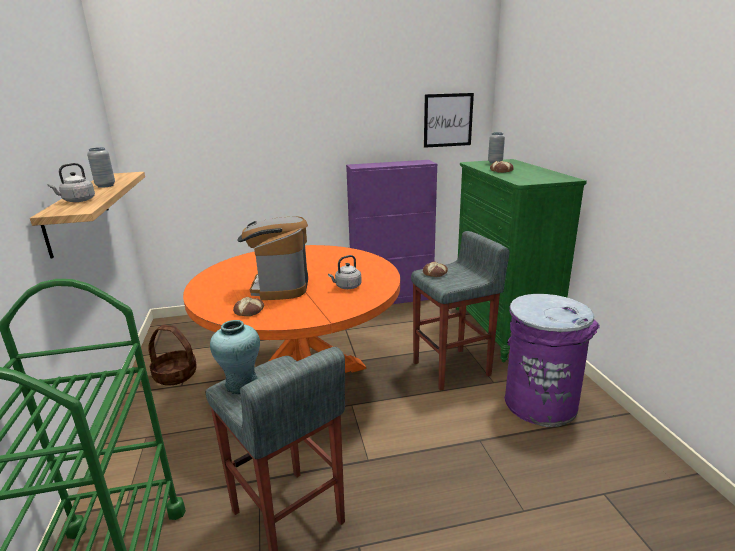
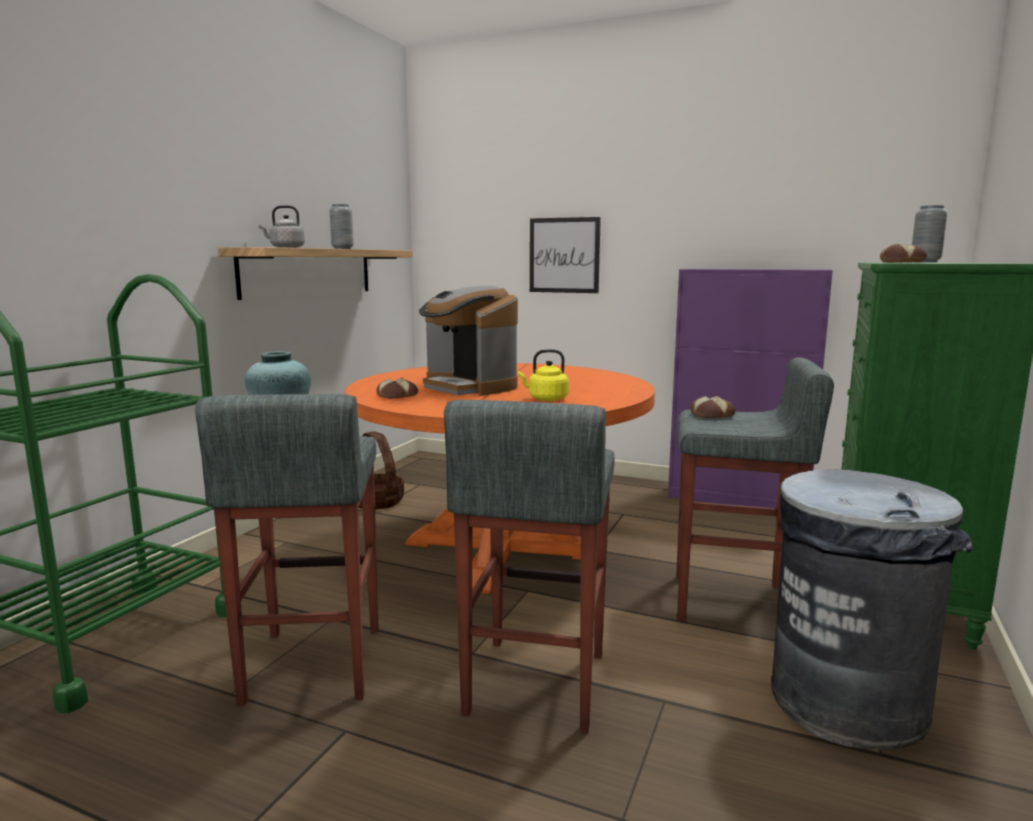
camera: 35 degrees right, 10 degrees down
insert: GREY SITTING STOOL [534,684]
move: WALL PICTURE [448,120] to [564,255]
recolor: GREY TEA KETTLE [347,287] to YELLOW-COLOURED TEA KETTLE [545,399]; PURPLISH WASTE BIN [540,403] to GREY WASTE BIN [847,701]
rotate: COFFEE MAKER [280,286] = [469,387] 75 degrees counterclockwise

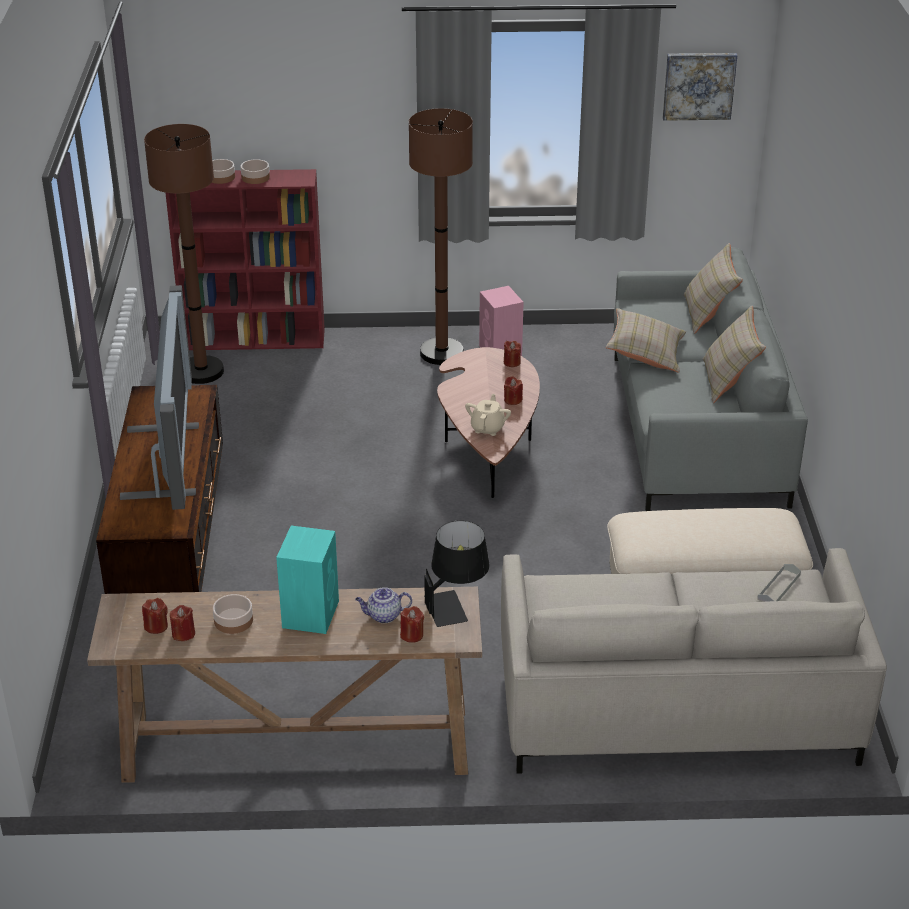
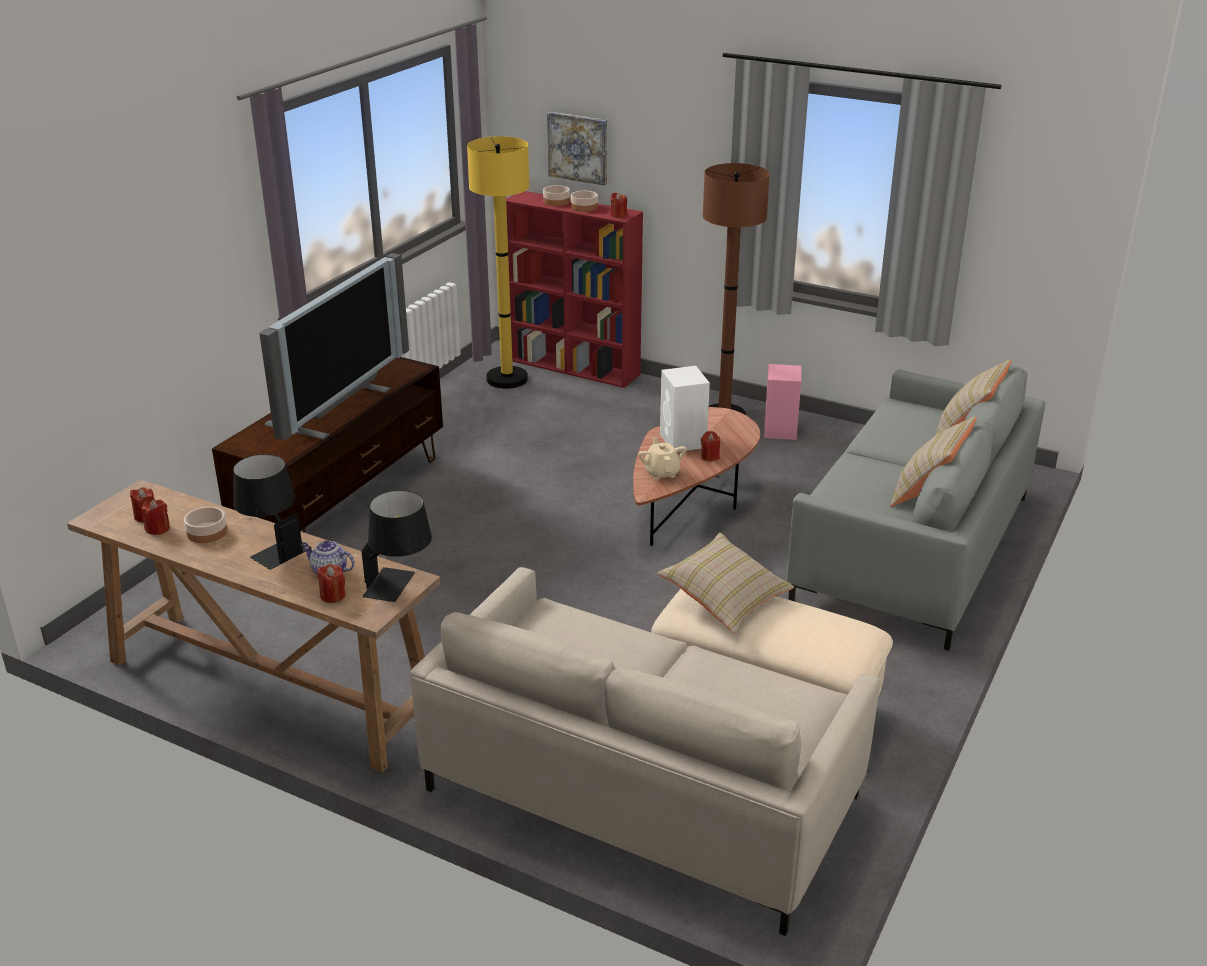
camera: 30 degrees right, 5 degrees down
delete: GREY CARRYING TRAY [778,587]
insert: WHITISH LOUDSPEAKER [683,441]
move: RED CANDLE [512,362] to [618,215]; BEIGE CUSHION [645,354] to [725,598]; WALL PICTURE [699,85] to [578,147]
replace: TURQUOISE LOUDSPEAKER [311,613] to BLACK LAMP FOR A TABLE [273,548]
recolor: BROWN-COLOURED STANDING LAMP [201,371] to YELLOW-COLOURED STANDING LAMP [507,379]
rotate: BEIGE TEAPOT [488,428] = [661,472] 60 degrees counterclockwise

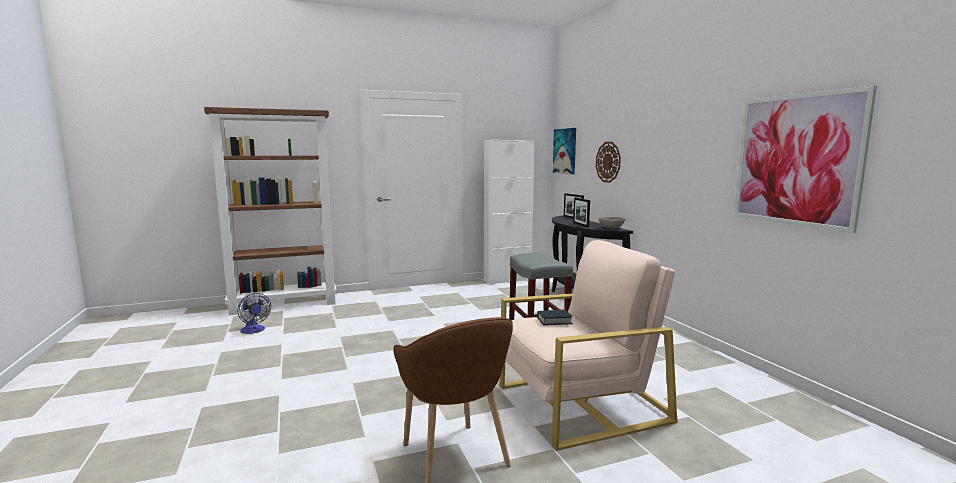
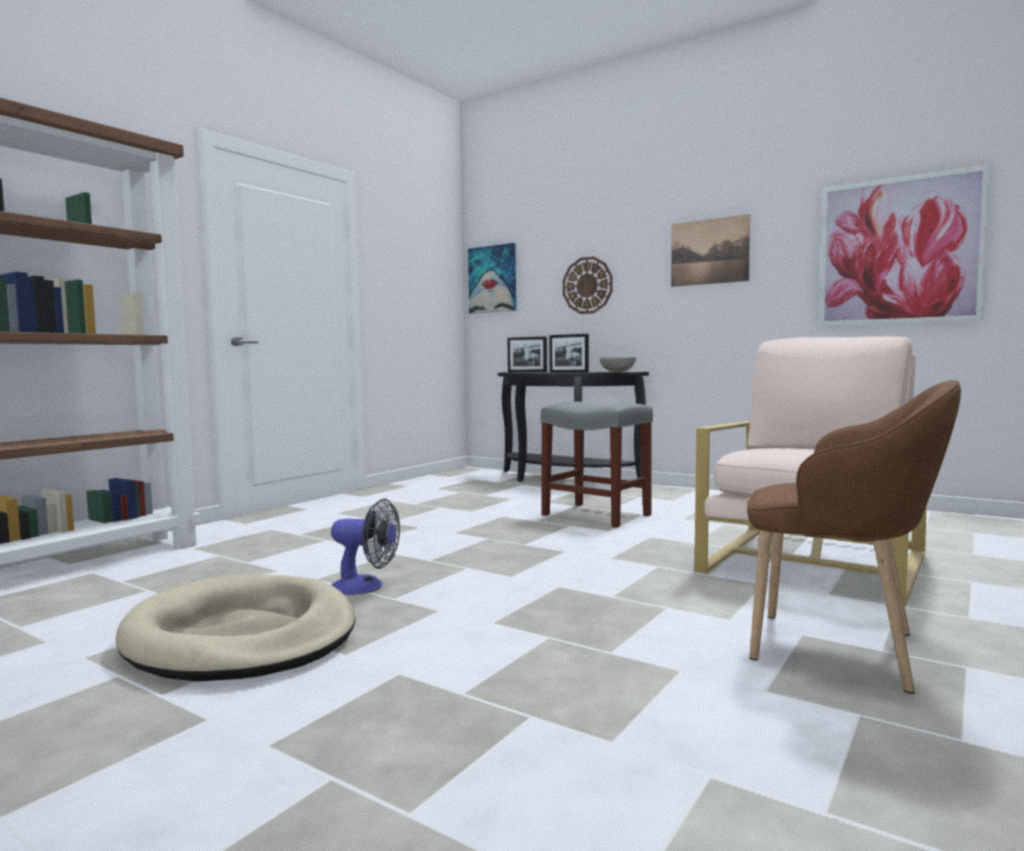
camera: 35 degrees left, 5 degrees down
delete: WHITISH CUPBOARD [507,280]; VOLUME [554,321]
insert: BEIGE DOG CUSHION [241,637]; WALL PICTURE [709,251]
move: FAN [254,331] to [366,587]

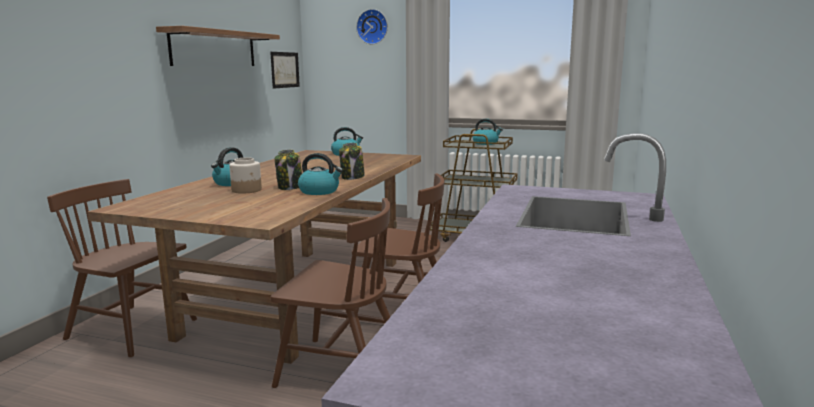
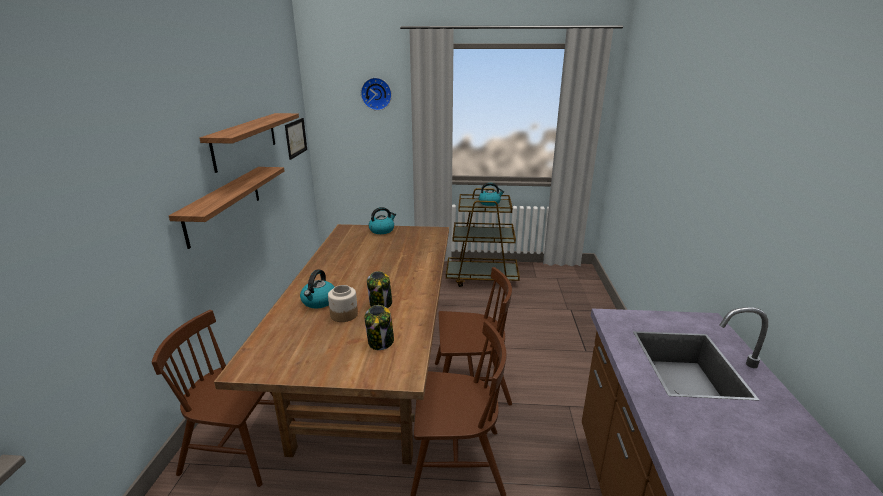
camera: 15 degrees left, 10 degrees up
delete: TEA KETTLE [320,191]
insert: BRACKET SHELF [224,204]
move: STORAGE JAR [352,177] to [381,342]

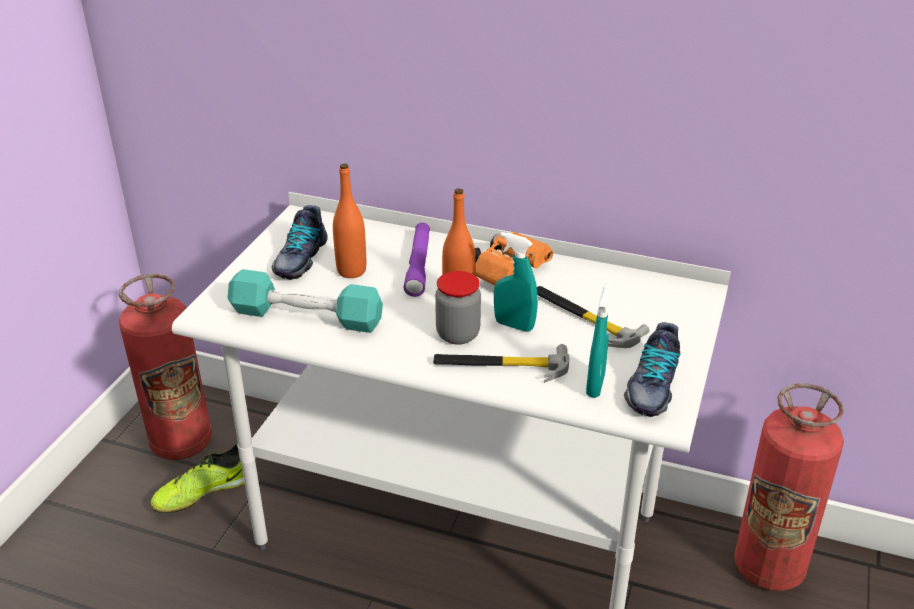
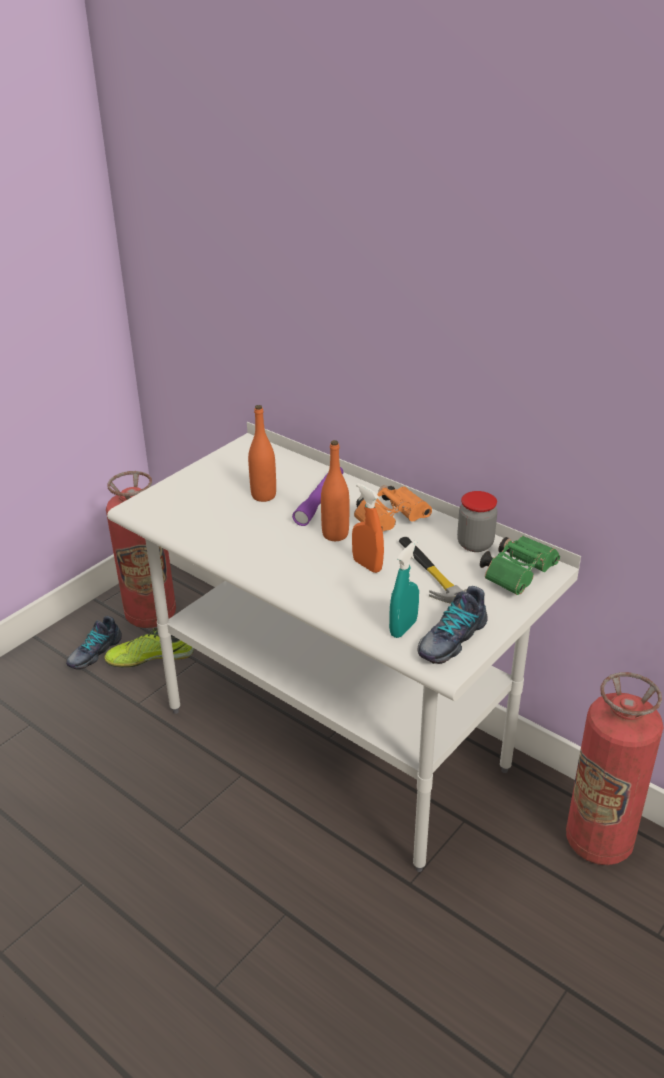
camera: 20 degrees right, 0 degrees up
delete: TURQUOISE HAND WEIGHT [306,317]; HAND HAMMER [501,366]
insert: GREEN-COLOURED FIELD GLASSES [518,574]
move: SHOE [299,258] to [94,652]; STORAGE JAR [458,334] to [475,544]
recolor: TURQUOISE HAND SPRAYER [514,325] to ORANGE-COLOURED HAND SPRAYER [367,565]

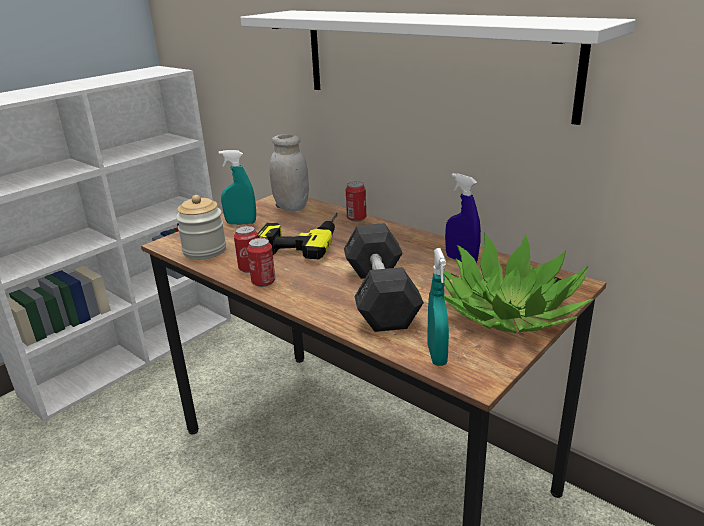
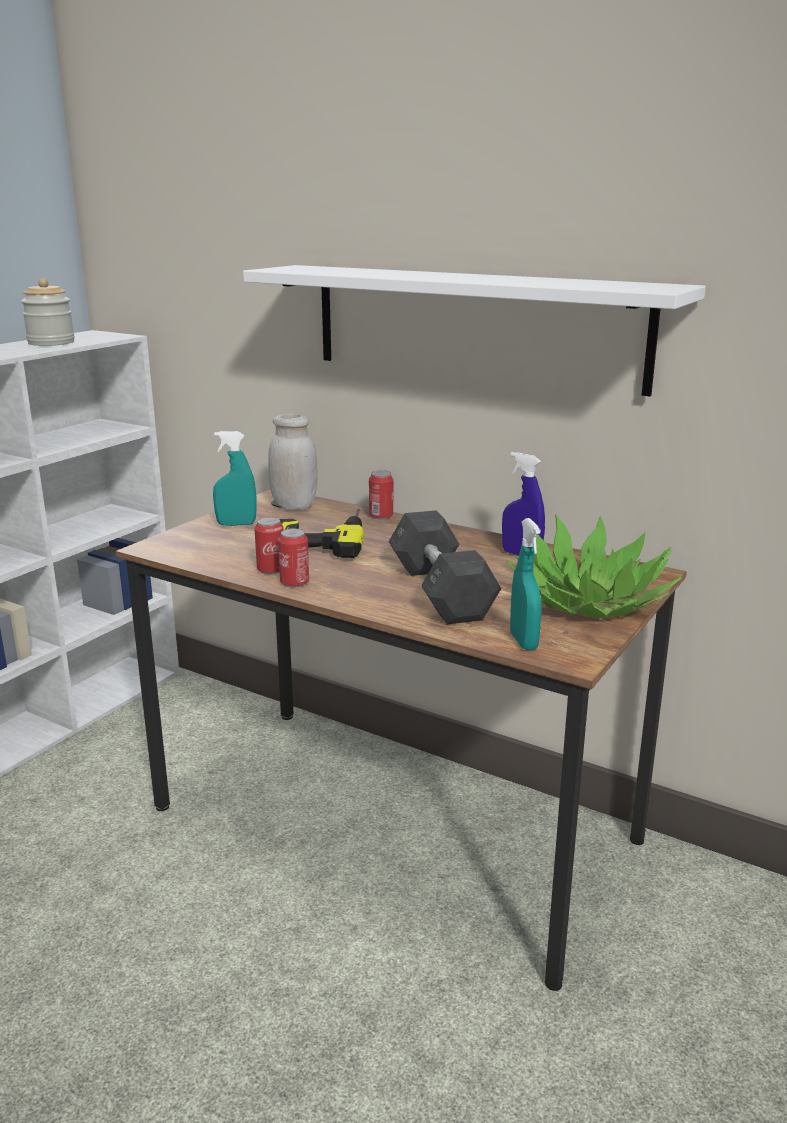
camera: 10 degrees left, 5 degrees down
move: STORAGE JAR [204,251] to [51,343]

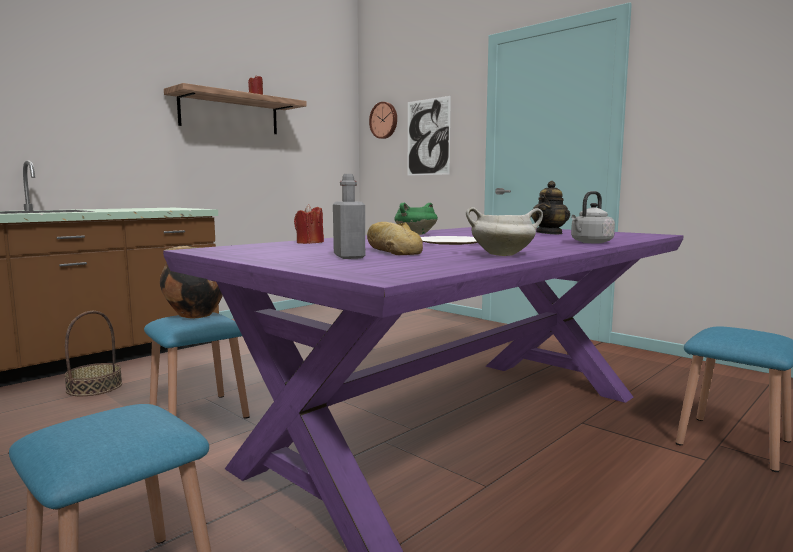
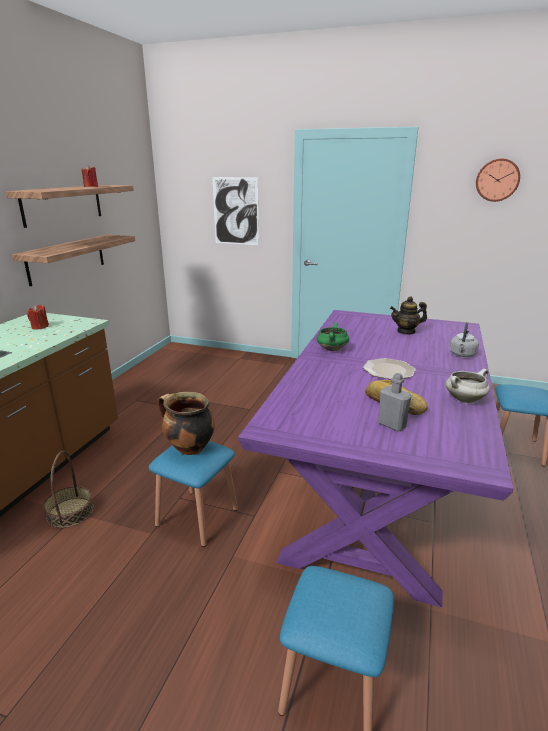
camera: 25 degrees left, 15 degrees up
insert: BRACKET SHELF [67,259]
move: RED CANDLE [309,243] to [40,327]; HANGING CLOCK [384,120] to [497,180]
rotate: TEAPOT [549,233] = [406,331] 75 degrees clockwise

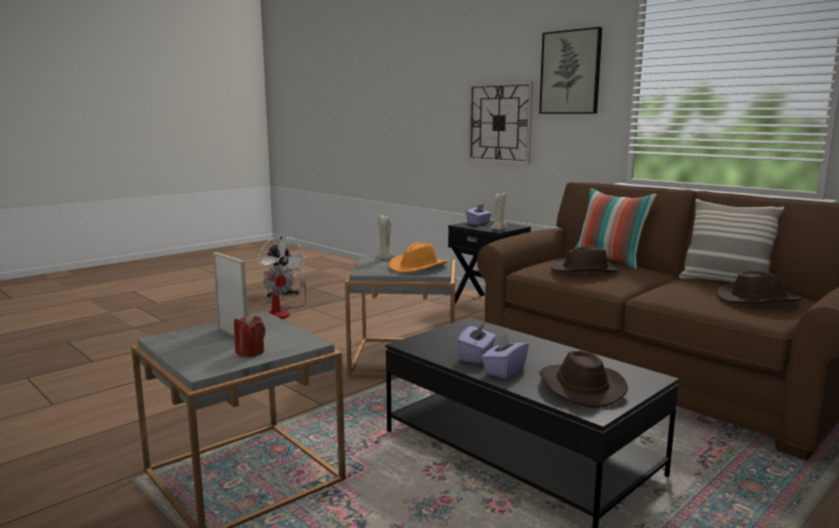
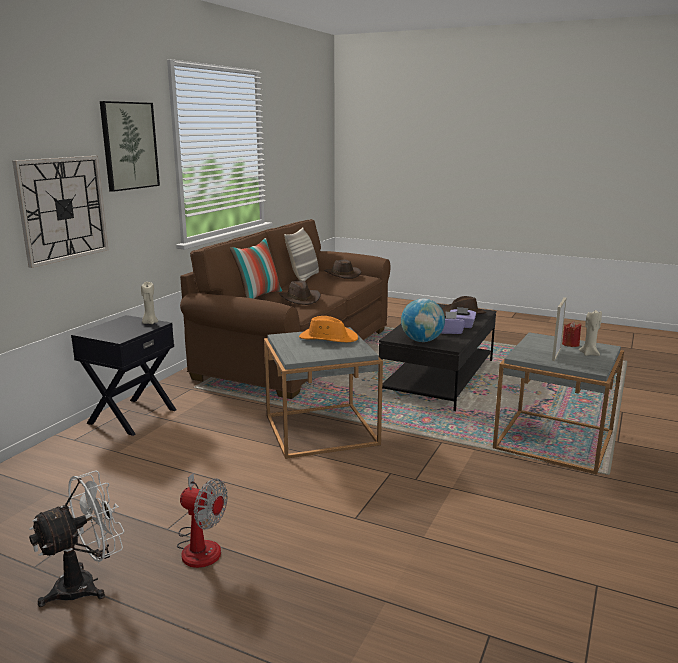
camera: 110 degrees left, 5 degrees up
delete: PURPLISH TISSUE BOX [478,223]
insert: DESK GLOBE [422,341]
move: BEIGE CANDLE [385,258] to [589,354]
rotate: FAN [282,313] = [200,545] 75 degrees clockwise

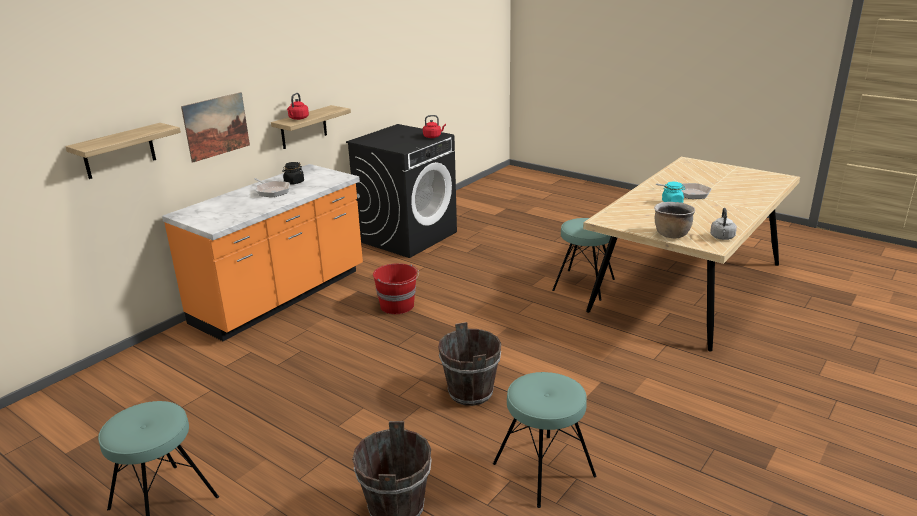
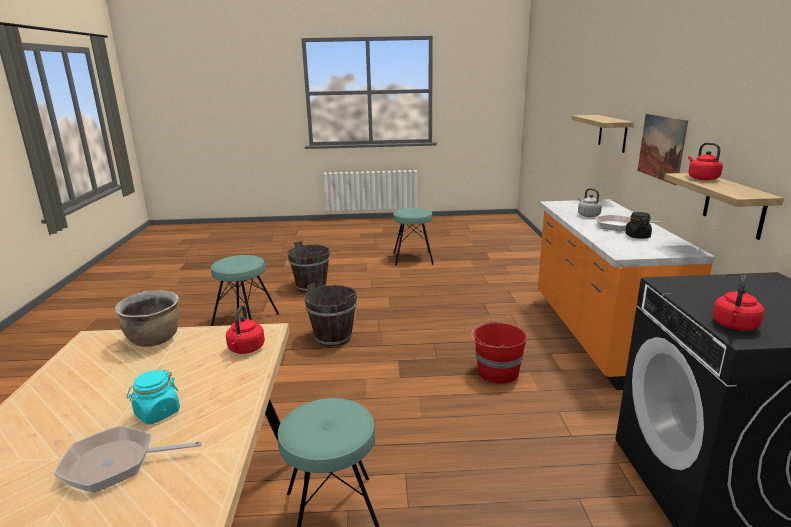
camera: 140 degrees right, 5 degrees down
insert: RED TEA KETTLE [246,349]
move: GREY TEA KETTLE [722,237] to [587,215]

